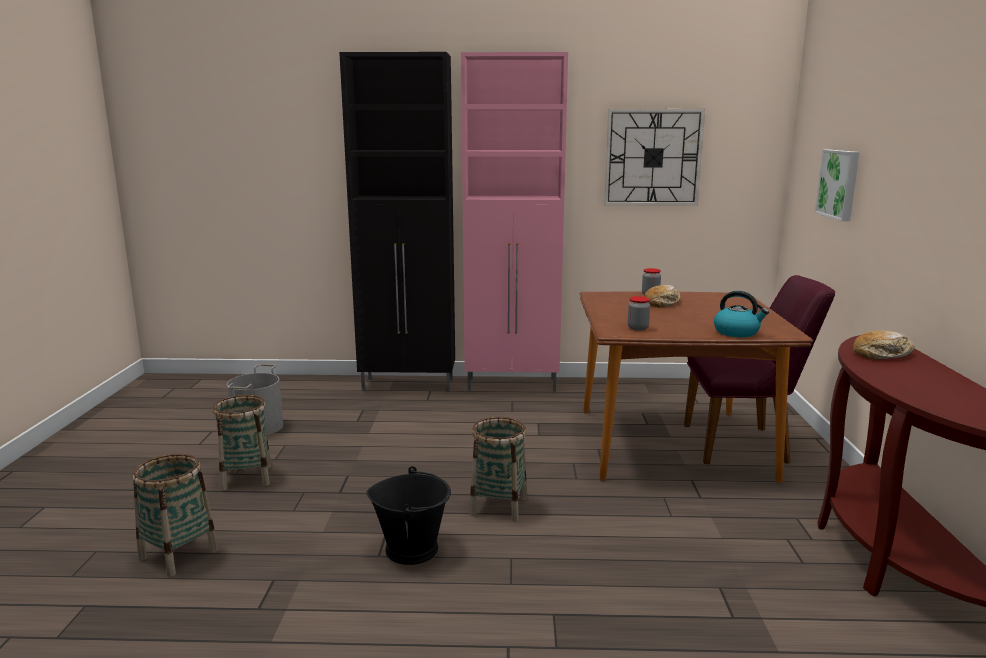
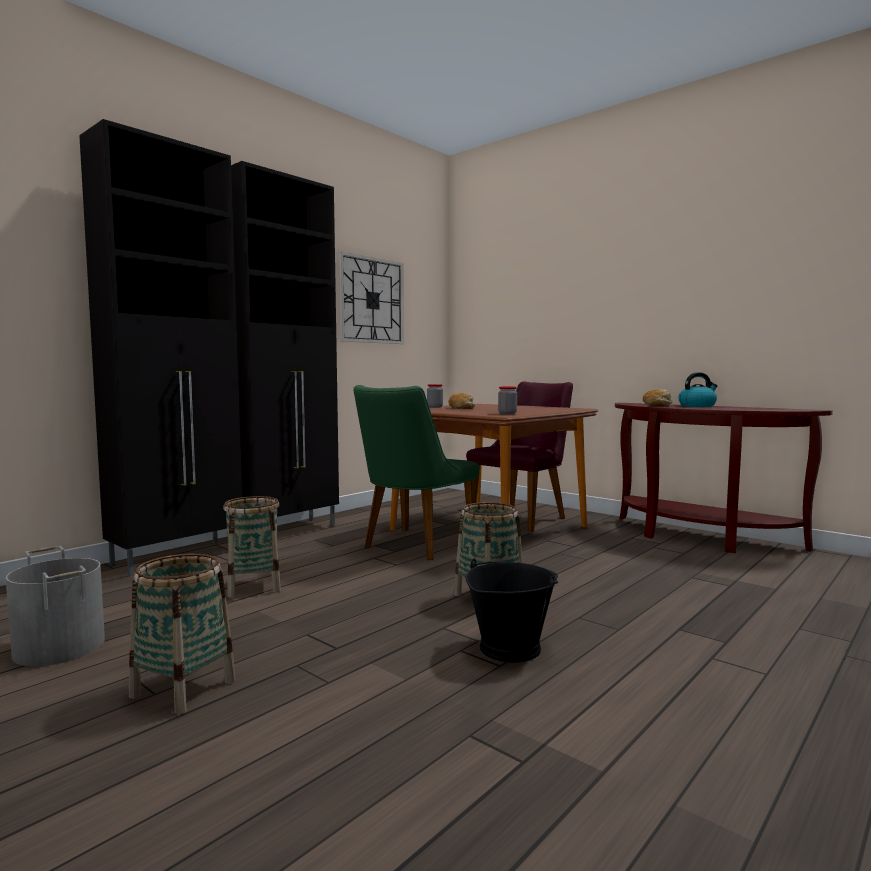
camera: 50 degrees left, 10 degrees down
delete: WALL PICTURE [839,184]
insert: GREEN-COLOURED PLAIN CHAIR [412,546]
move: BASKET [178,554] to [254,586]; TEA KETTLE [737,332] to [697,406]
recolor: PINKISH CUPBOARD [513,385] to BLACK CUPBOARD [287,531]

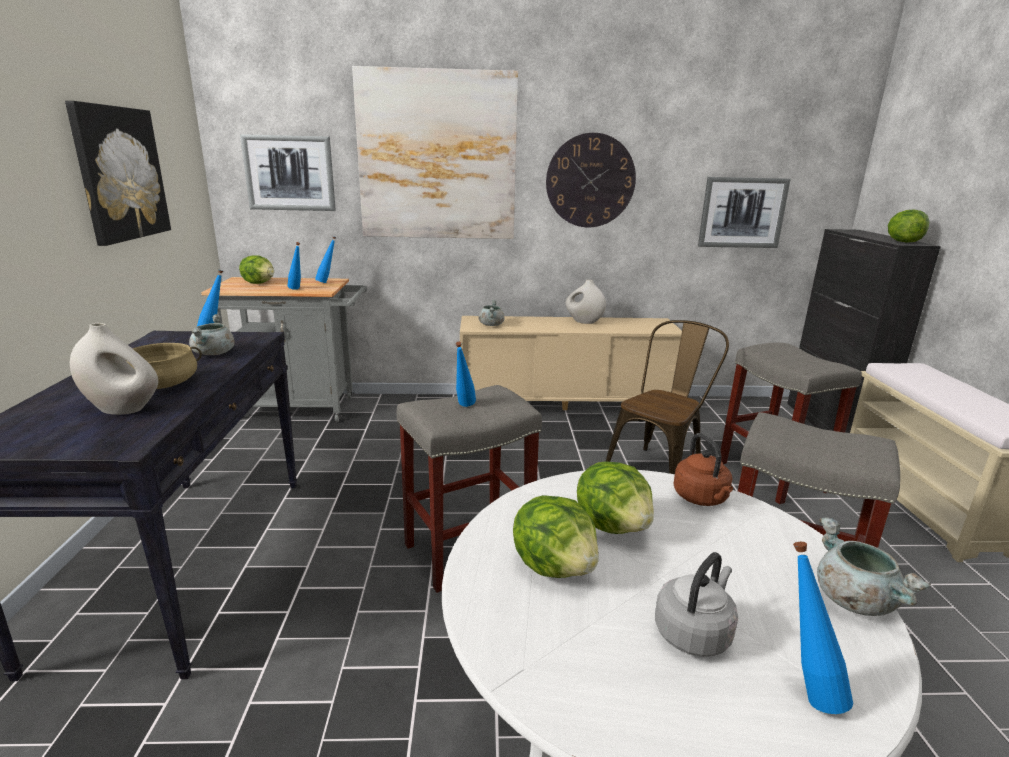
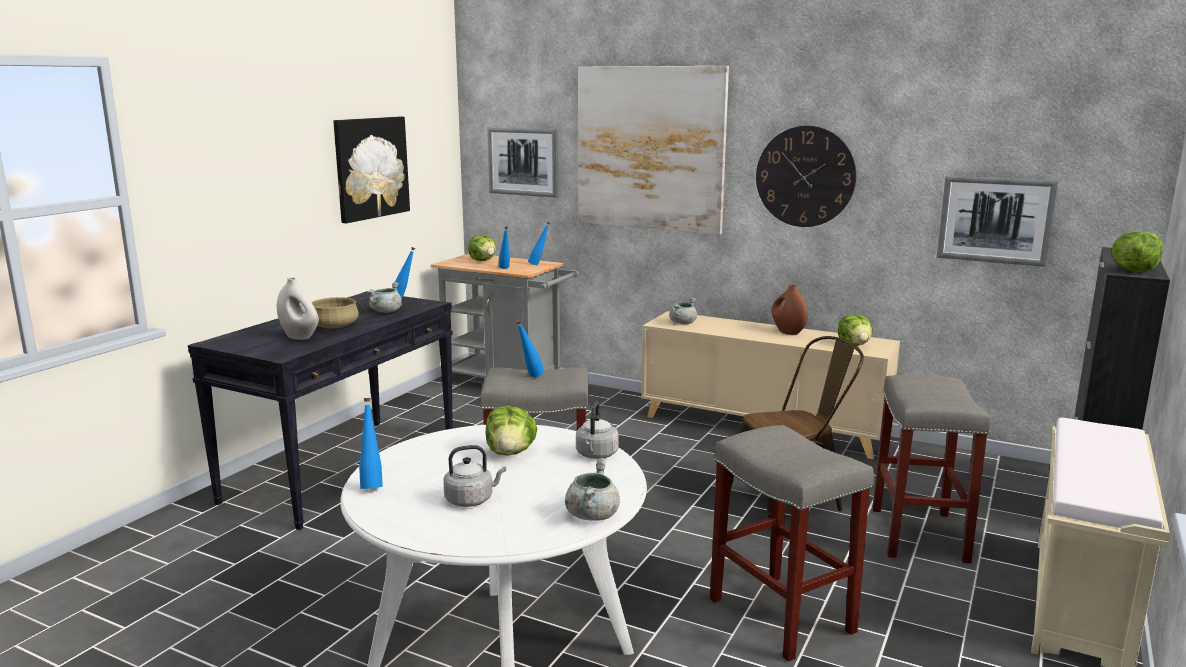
camera: 30 degrees right, 5 degrees down
move: LETTUCE [555,566] to [854,345]; BLUE-COLOURED BOTTLE [804,690] to [372,485]
recolor: WHITISH DECORATIVE VASE [584,322] to BROWN-COLOURED DECORATIVE VASE [788,332]; BROWN-COLOURED TEA KETTLE [702,498] to GREY TEA KETTLE [596,455]

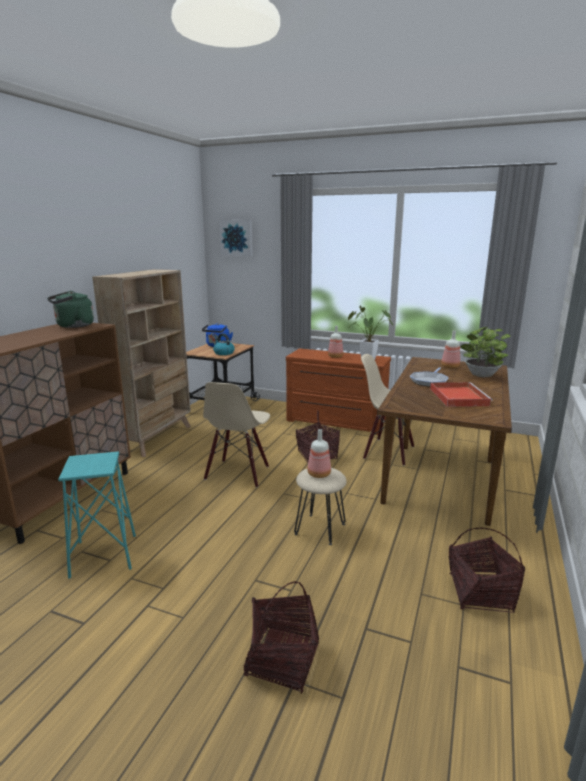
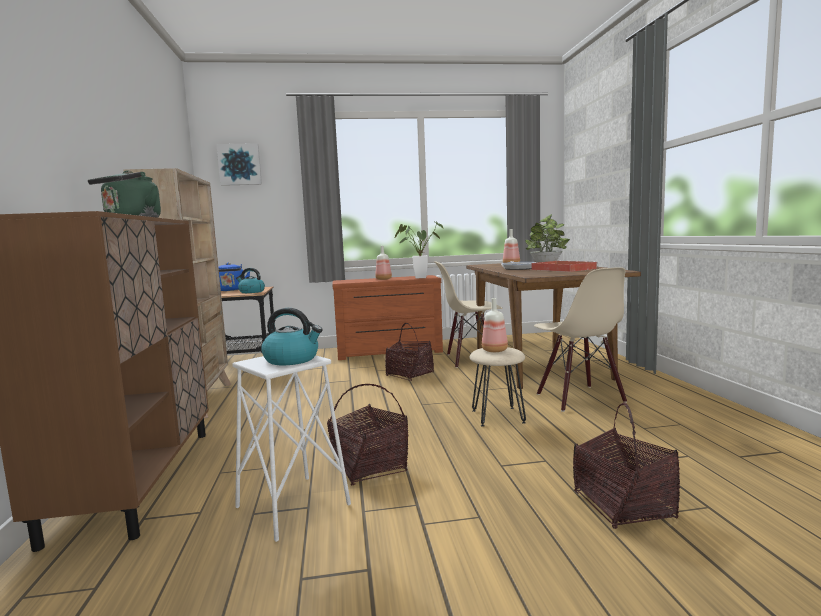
camera: 30 degrees left, 10 degrees down
insert: TEA KETTLE [292,359]
move: BEIGE PLAIN CHAIR [238,473] to [579,398]; BASKET [480,593] to [369,466]
recolor: TURQUOISE SITTING STOOL [104,555] to WHITISH SITTING STOOL [293,506]

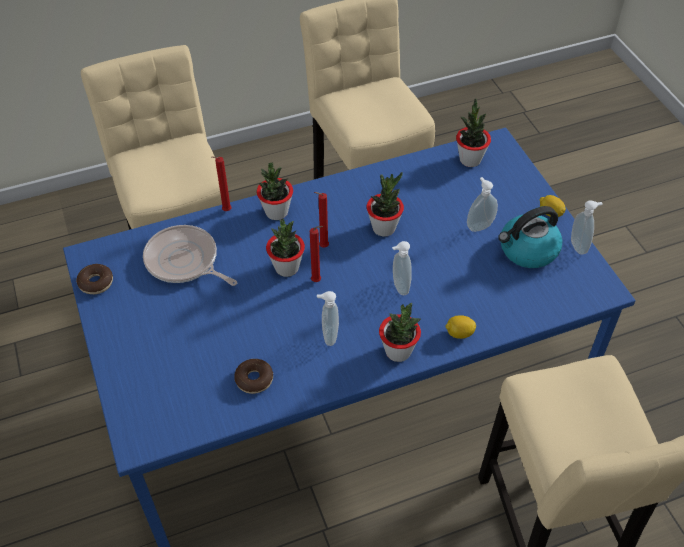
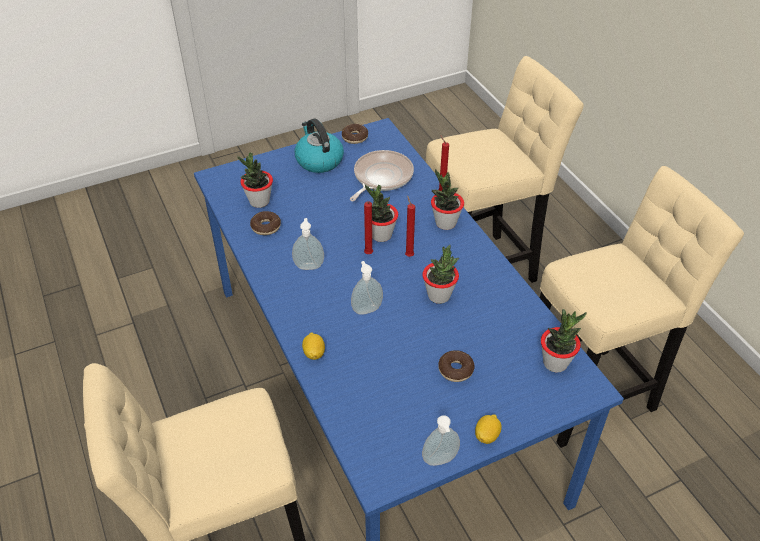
camera: 85 degrees right, 5 degrees down
move: PLANT IN A POT [398,351] to [259,201]; TEA KETTLE [527,250] to [318,160]
replace: SOAP DISPENSER [479,225] to DOUGHNUT [455,370]

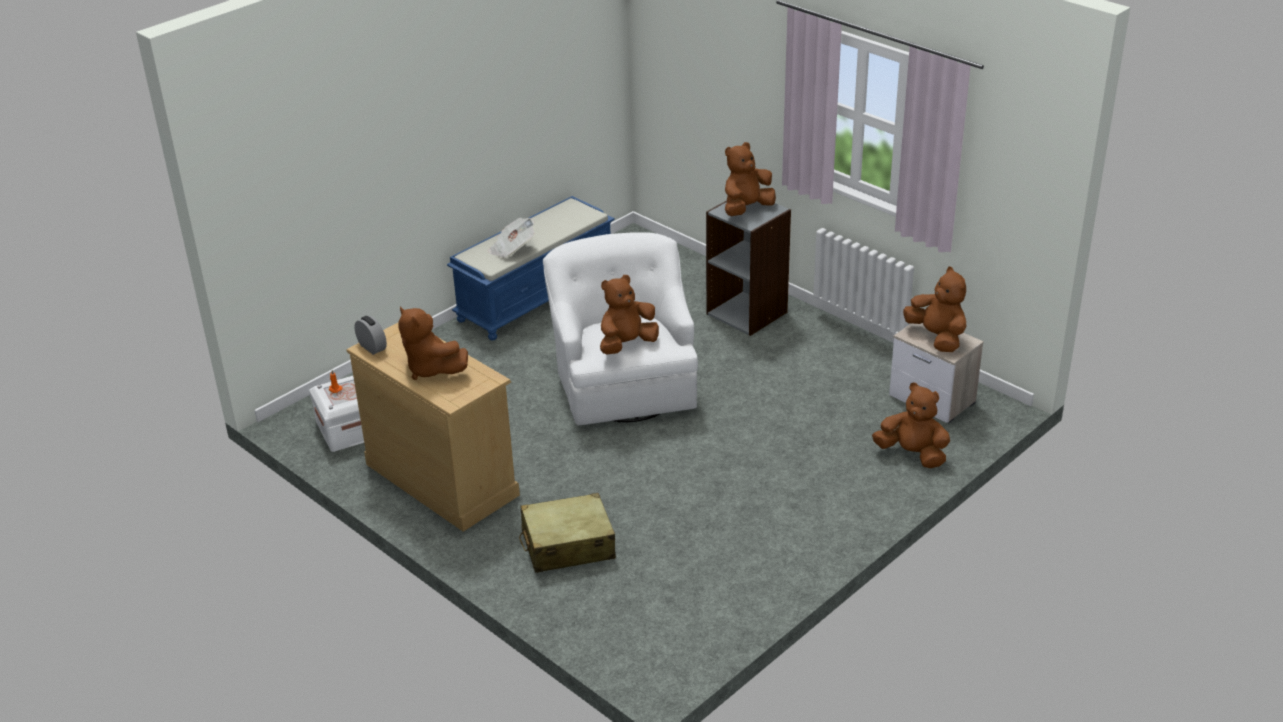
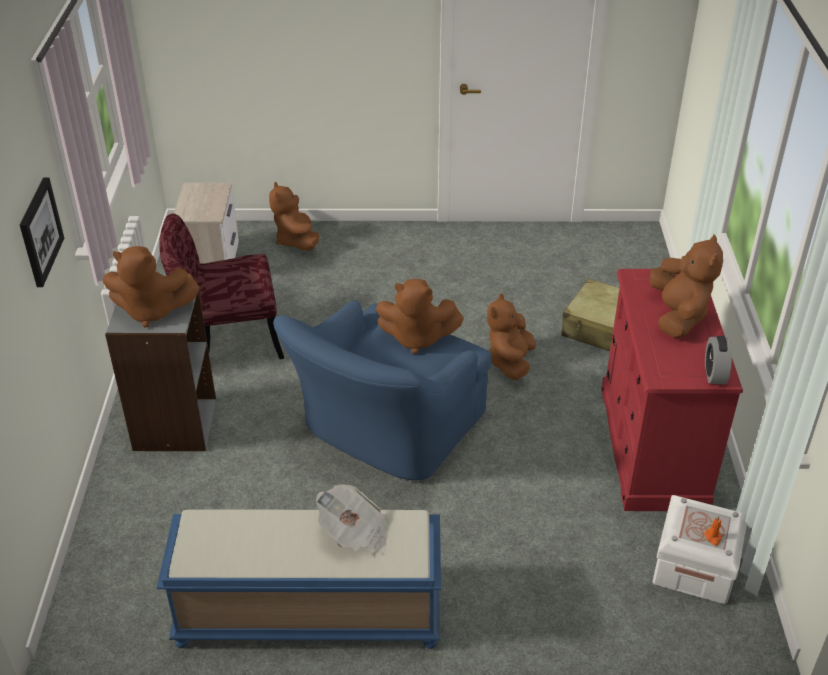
camera: 135 degrees left, 5 degrees up
insert: WALL PICTURE [39,231]; RED PLAIN CHAIR [227,339]
move: BROWN-COLOURED SOFT TOY [937,337] to [510,362]
recolor: BEIGE DRAWER CHEST [442,479] to RED DRAWER CHEST [651,447]; WHITISH LOUNGE CHAIR [624,383] to BLUE-COLOURED LOUNGE CHAIR [385,431]

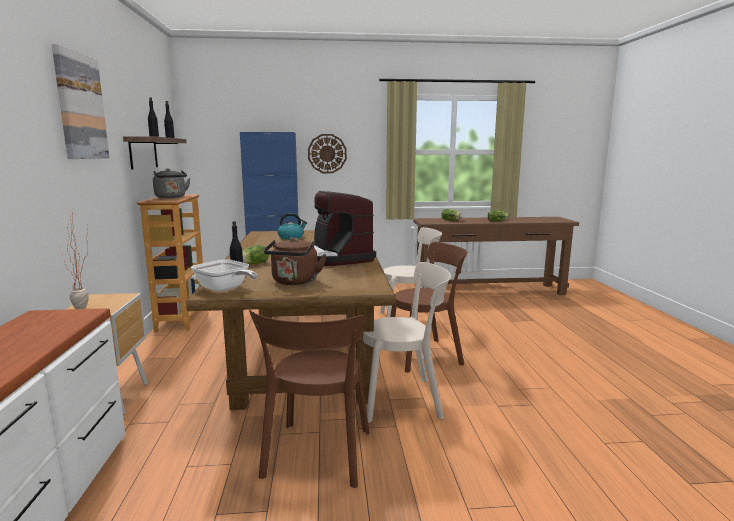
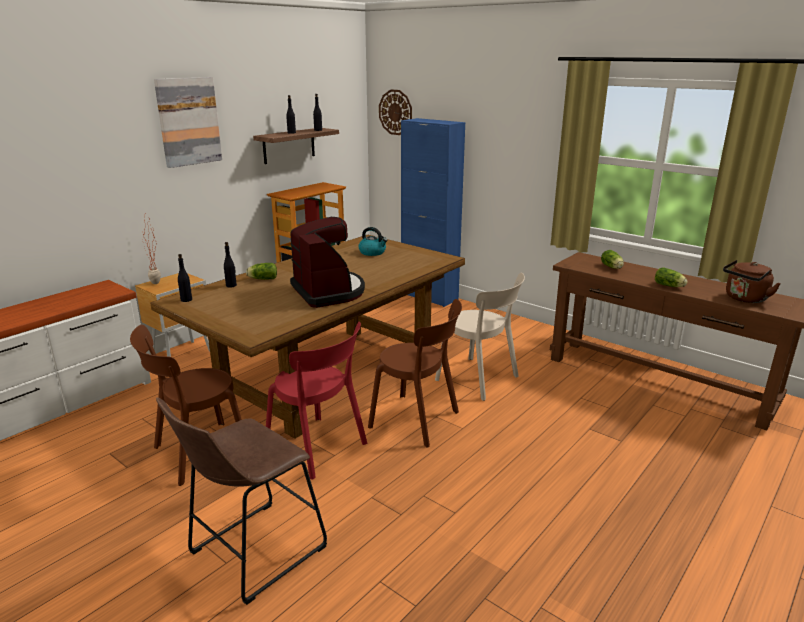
camera: 45 degrees right, 10 degrees up
delete: GREY TEA KETTLE [171,197]
insert: BROWN-COLOURED SITTING STOOL [251,553]
move: BROWN-COLOURED TEA KETTLE [294,282] to [744,299]; HANGING CLOCK [327,153] to [395,112]
replace: FRYING PAN [225,289] to BLACK BOTTLE [186,300]
recolor: BEIGE PLAIN CHAIR [404,400] to RED PLAIN CHAIR [319,448]
rotate: COFFEE MAKER [336,258] = [329,292] 135 degrees clockwise

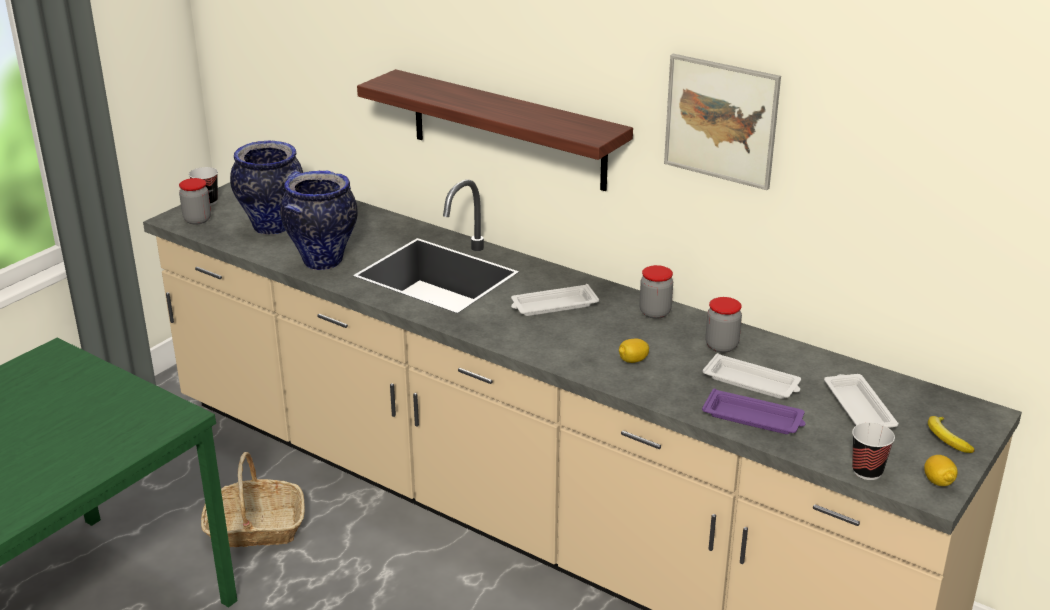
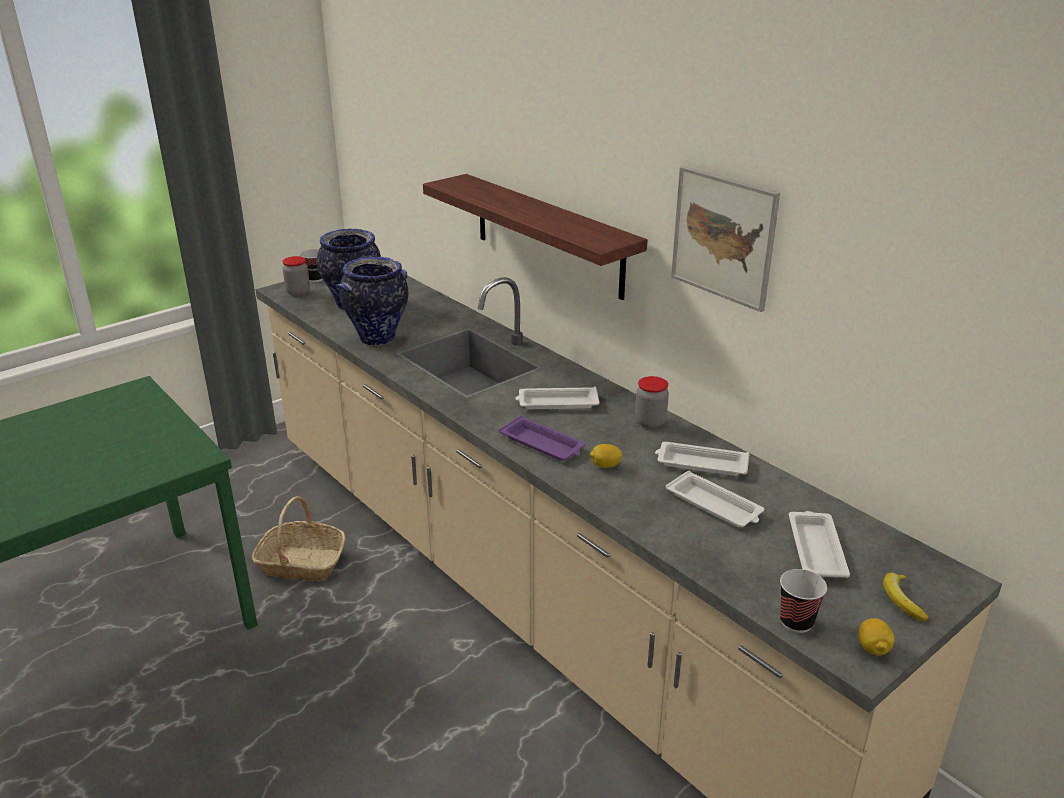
camera: 15 degrees right, 0 degrees up
move: PURPLISH CARRYING TRAY [754,418] to [543,444]
replace: STORAGE JAR [721,346] to WHITISH CARRYING TRAY [700,464]

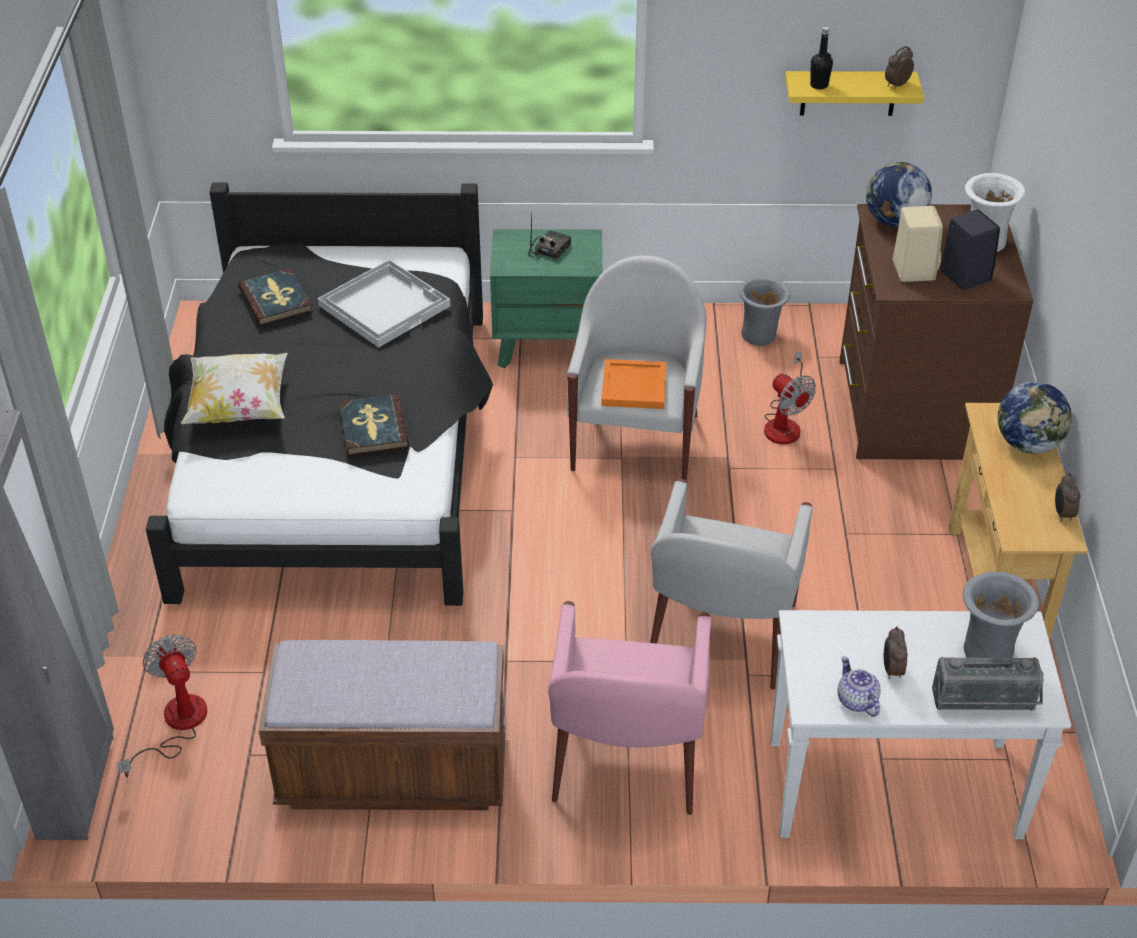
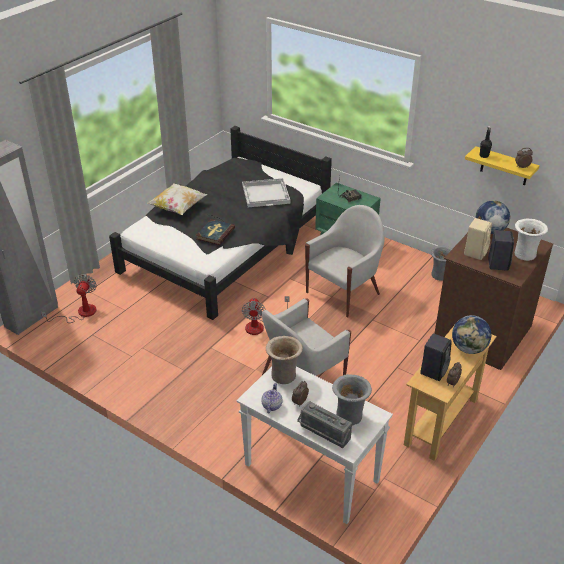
camera: 35 degrees right, 5 degrees down
delete: VOLUME [276,300]; BROWN-COLOURED INDOOR BENCH [393,771]; PINKISH LOUNGE CHAIR [625,761]; ORANGE-COLOURED CARRYING TRAY [635,386]
insert: BEIGE DECORATIVE VASE [283,375]; BLACK LOUDSPEAKER [434,370]
move: FAN [785,423] to [260,325]

